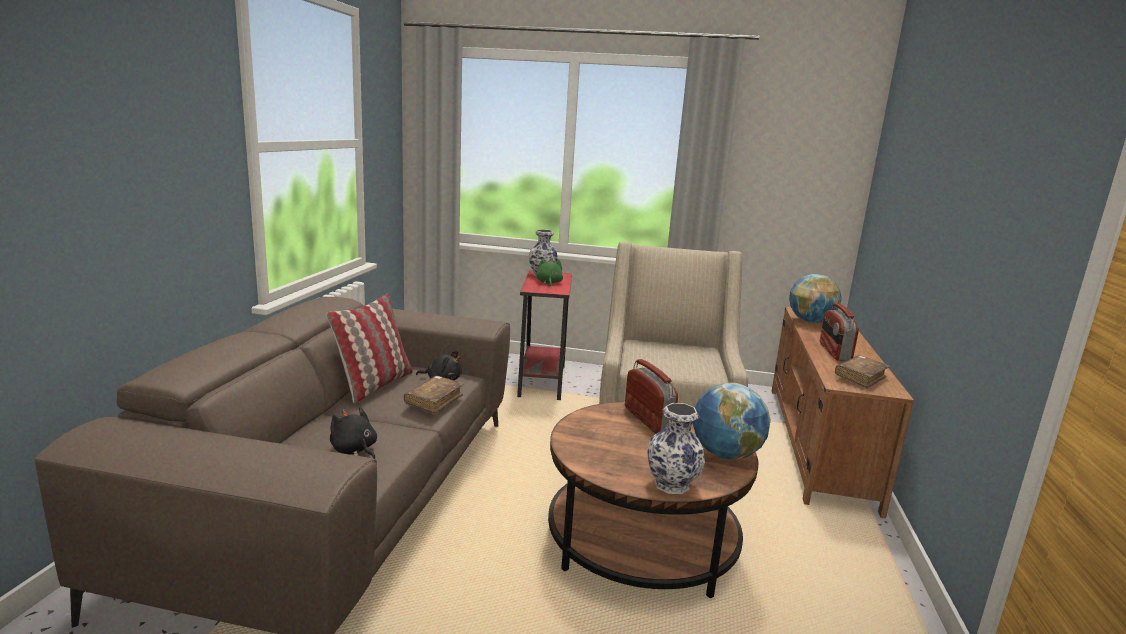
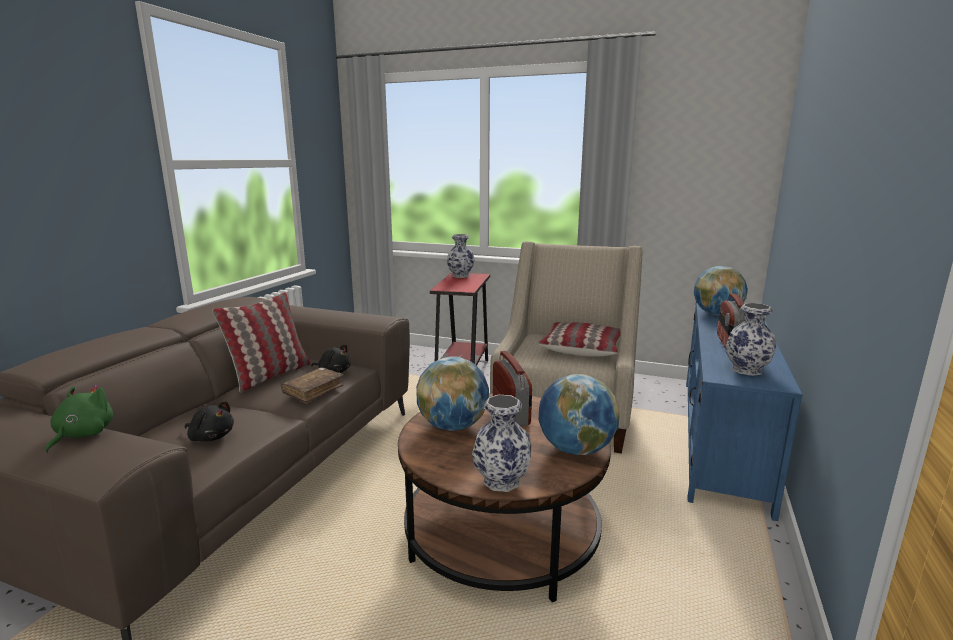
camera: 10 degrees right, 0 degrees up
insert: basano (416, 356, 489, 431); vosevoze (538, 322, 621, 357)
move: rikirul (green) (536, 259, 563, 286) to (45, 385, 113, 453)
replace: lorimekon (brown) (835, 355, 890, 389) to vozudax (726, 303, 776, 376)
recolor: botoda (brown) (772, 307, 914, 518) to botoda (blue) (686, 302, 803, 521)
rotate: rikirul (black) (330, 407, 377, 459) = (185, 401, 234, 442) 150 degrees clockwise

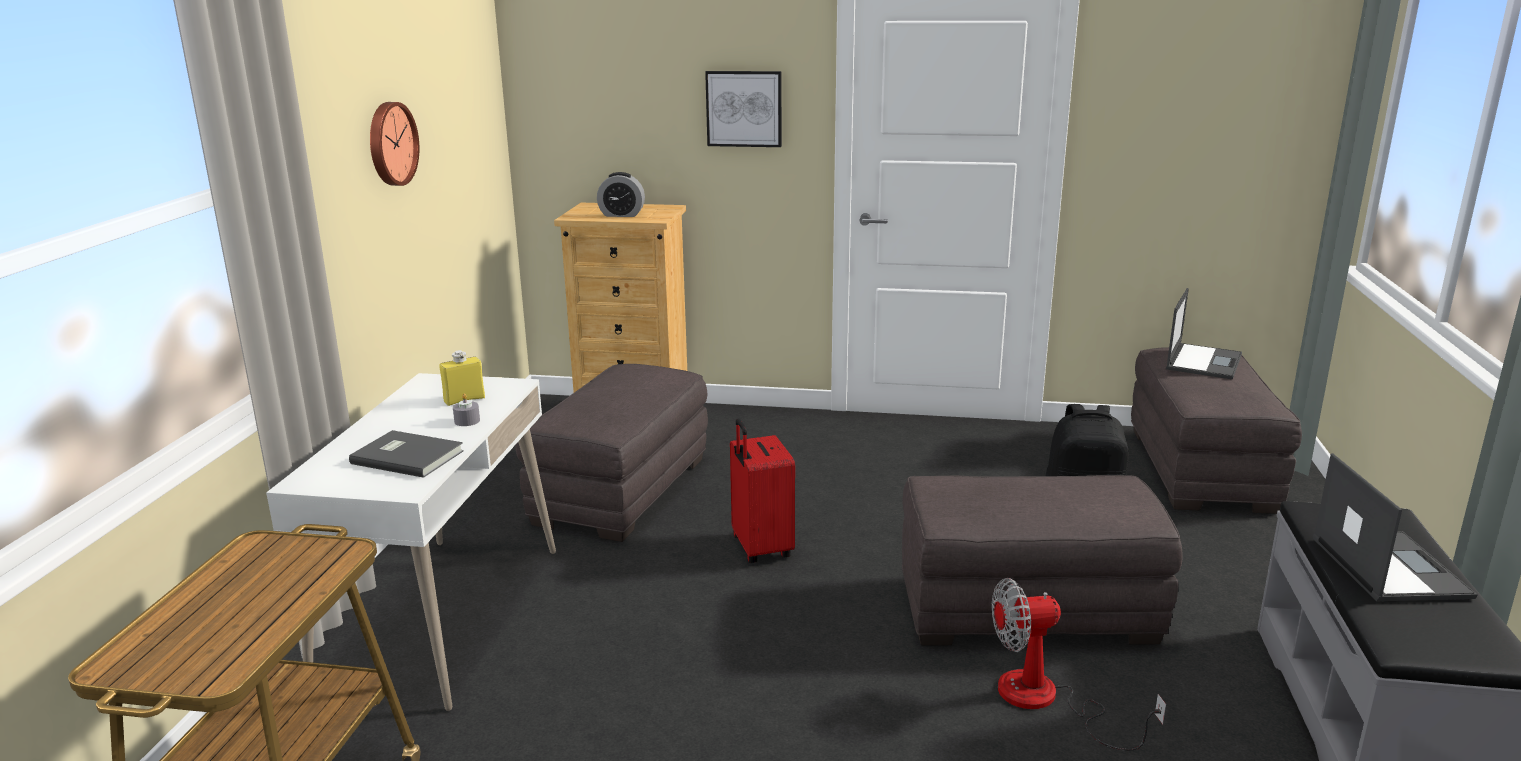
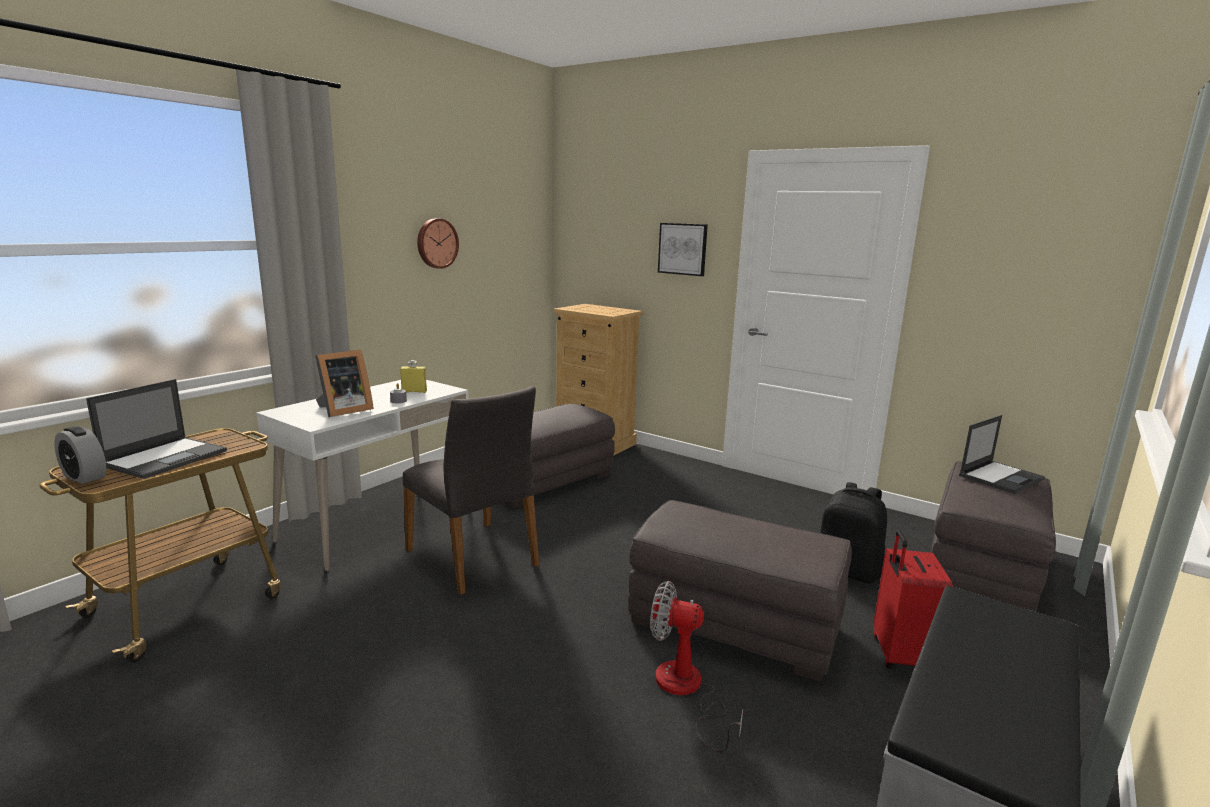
camera: 25 degrees right, 5 degrees down
insert: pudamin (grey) (403, 386, 540, 595)
move: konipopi (597, 172, 645, 217) to (54, 426, 106, 484); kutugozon (1313, 453, 1478, 601) to (86, 379, 227, 479); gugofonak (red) (730, 418, 795, 563) to (873, 530, 953, 669)
replace: lorimekon (grey) (349, 430, 464, 478) to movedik (315, 350, 374, 417)

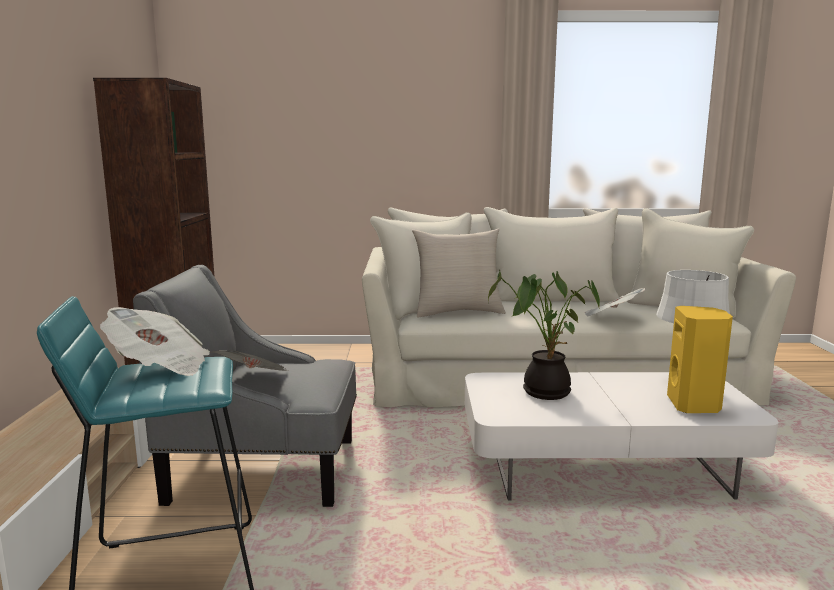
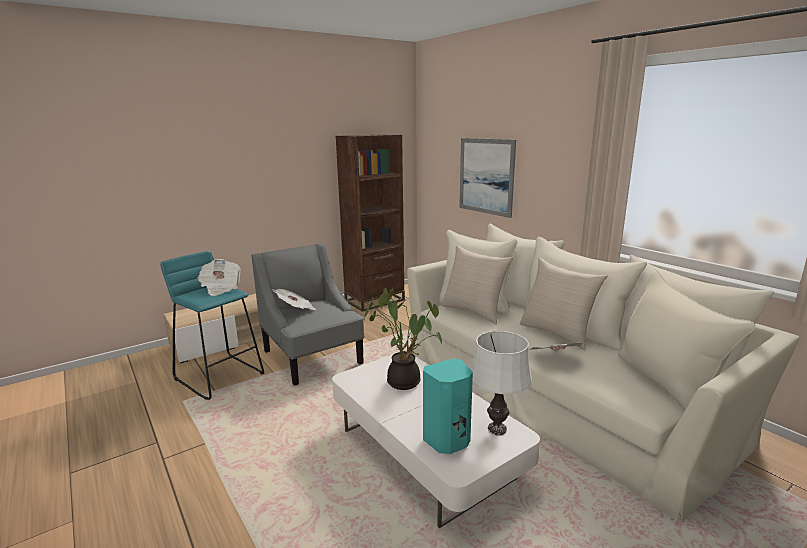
camera: 55 degrees right, 5 degrees up
insert: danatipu (459, 138, 516, 218); vosevoze (beige) (519, 258, 608, 350)
recolor: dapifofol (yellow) (667, 306, 733, 413) to dapifofol (turquoise) (423, 358, 473, 454)

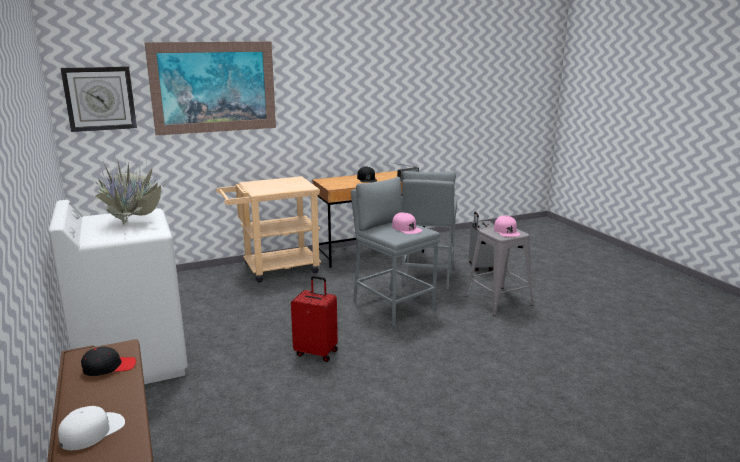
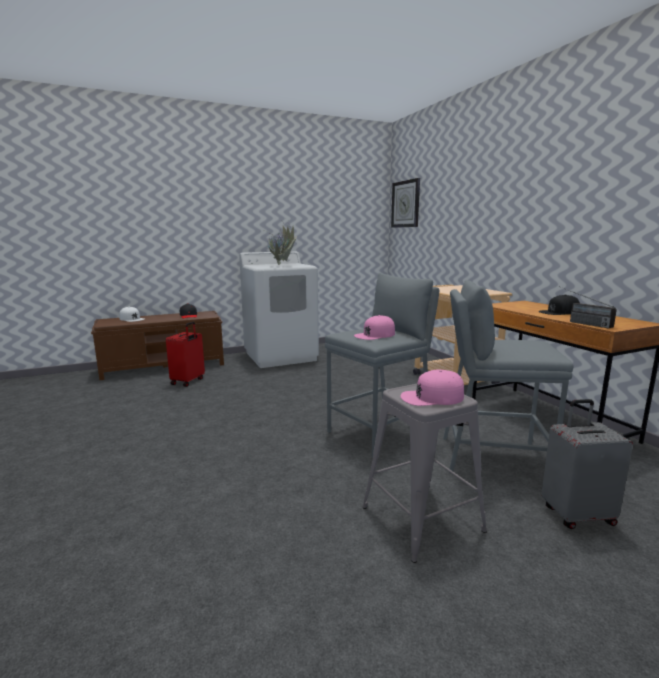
camera: 90 degrees right, 5 degrees down
delete: danatipu (144, 41, 276, 135)
move: gugofonak (red) (291, 276, 338, 362) to (166, 322, 205, 387)

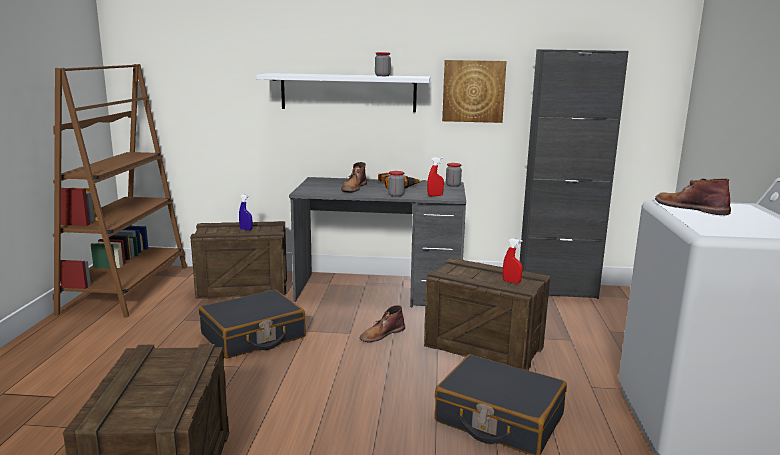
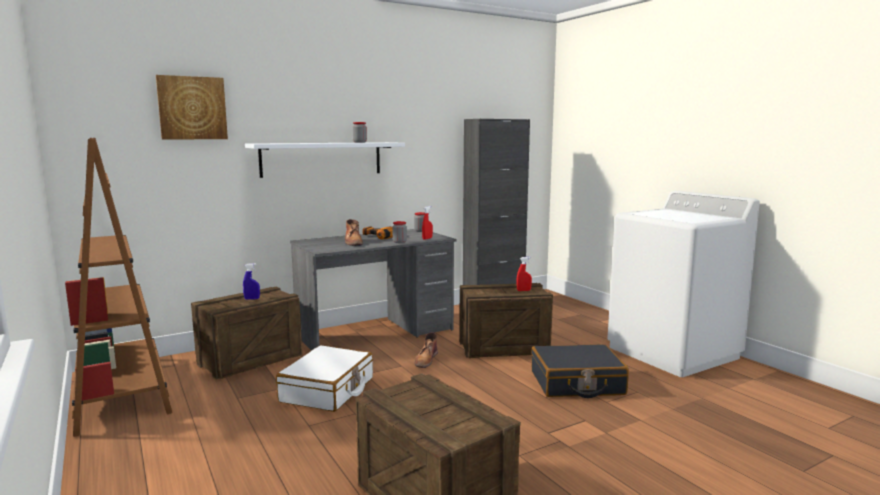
camera: 35 degrees left, 5 degrees down
delete: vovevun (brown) (655, 178, 731, 215)
move: danatipu (442, 60, 507, 123) to (156, 75, 228, 140)
recolor: gugofonak (black) (199, 290, 306, 359) to gugofonak (white) (276, 345, 373, 412)

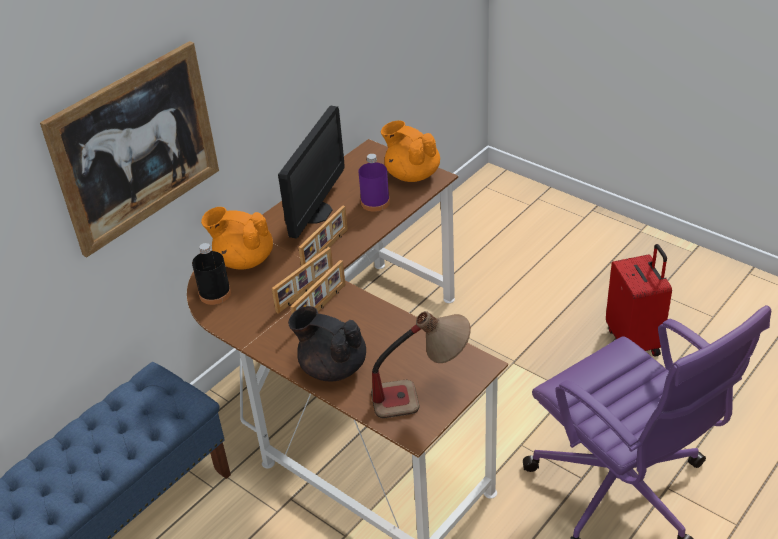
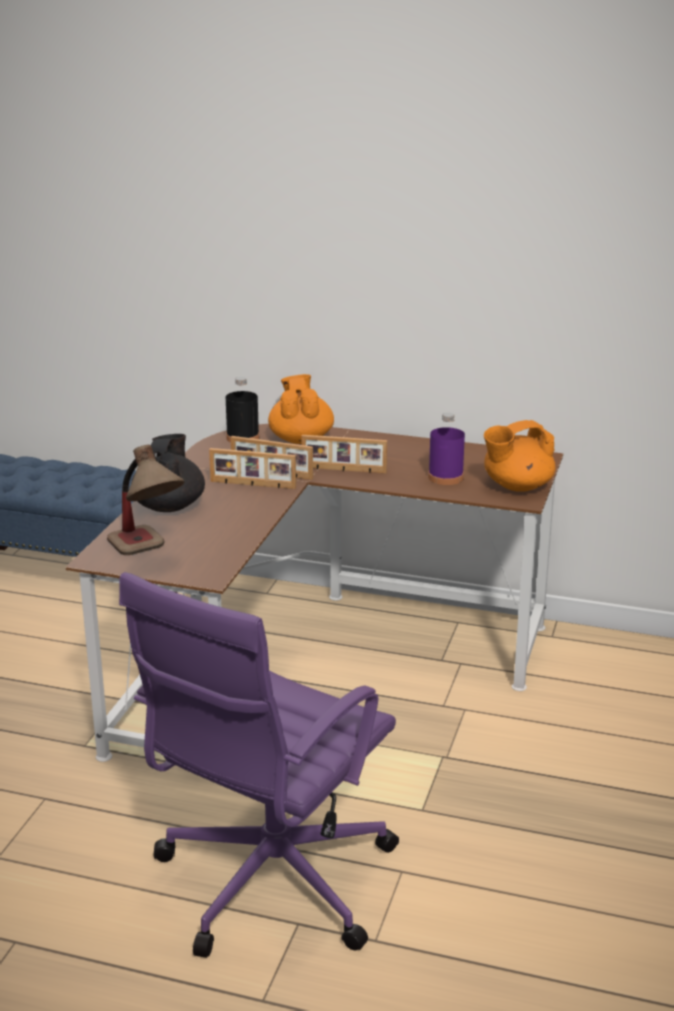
camera: 65 degrees right, 15 degrees down
delete: danatipu (40, 41, 219, 257); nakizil (278, 106, 345, 239); gugofonak (red) (606, 244, 672, 357)
rotate: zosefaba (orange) (381, 120, 440, 182) = (484, 420, 556, 492) 135 degrees counterclockwise

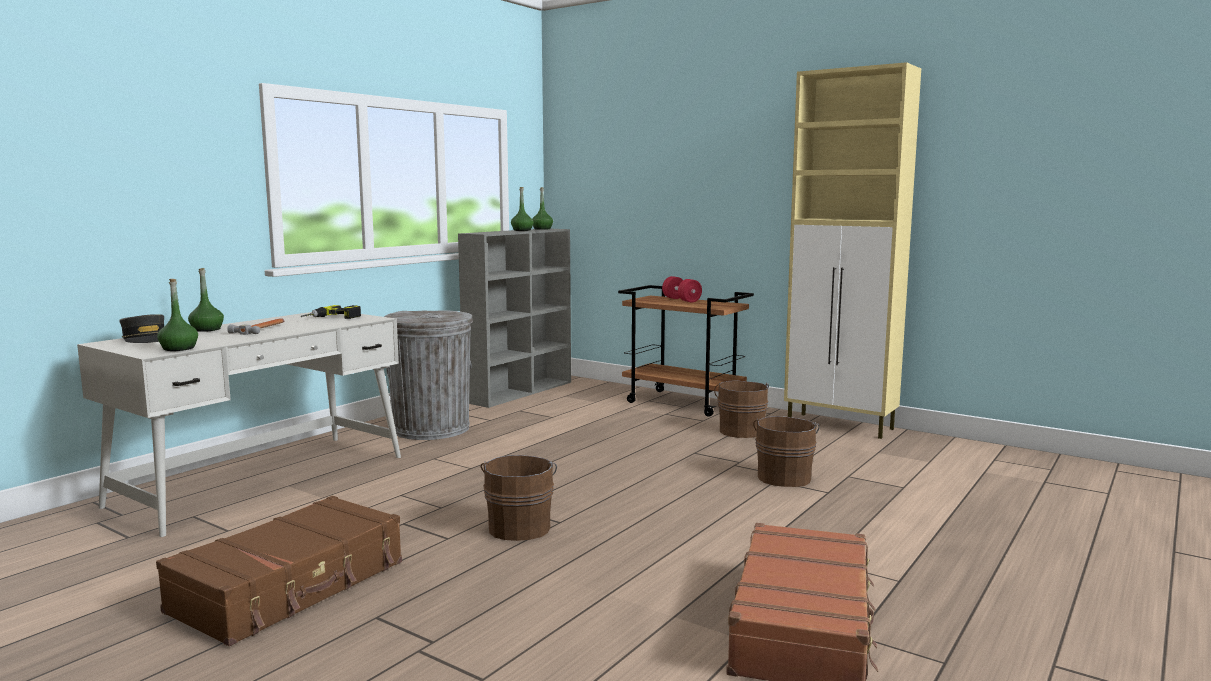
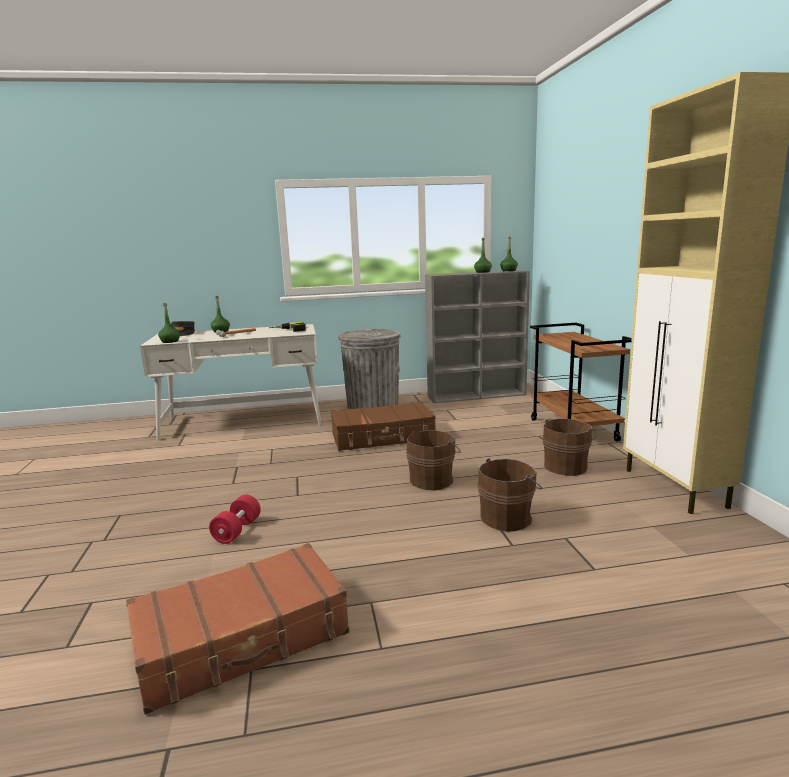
camera: 45 degrees right, 5 degrees up
move: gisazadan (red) (662, 276, 702, 302) to (209, 495, 261, 544); gugofonak (brown) (156, 496, 402, 646) to (331, 401, 435, 451); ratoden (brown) (480, 455, 557, 541) to (406, 430, 461, 490)

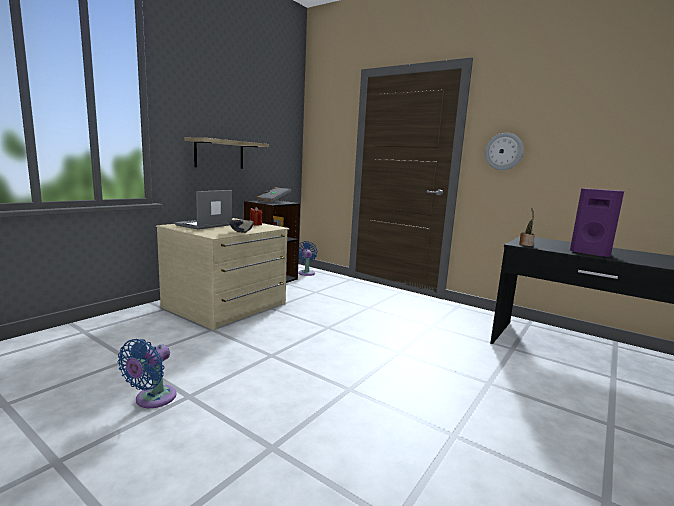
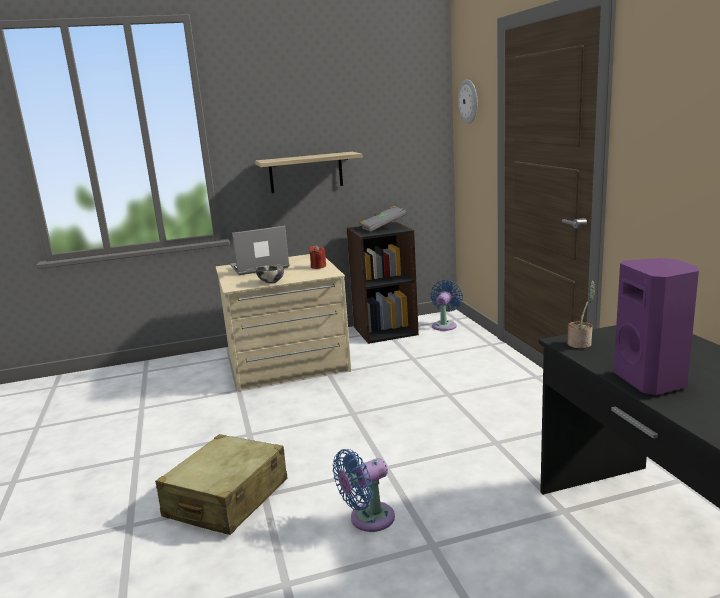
camera: 40 degrees right, 5 degrees up
insert: gugofonak (beige) (155, 434, 288, 535)
move: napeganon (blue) (118, 339, 177, 408) to (333, 449, 395, 532); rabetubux (485, 133, 524, 170) to (458, 79, 478, 124)

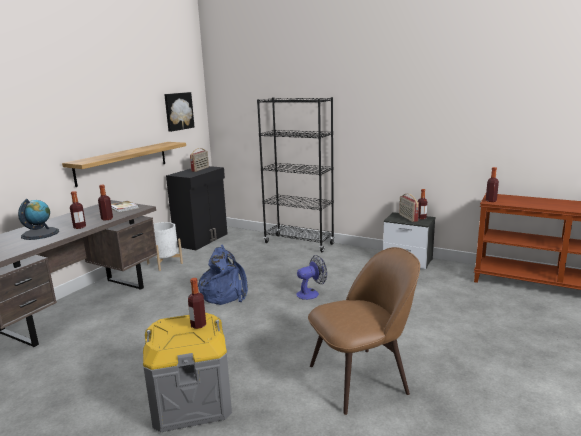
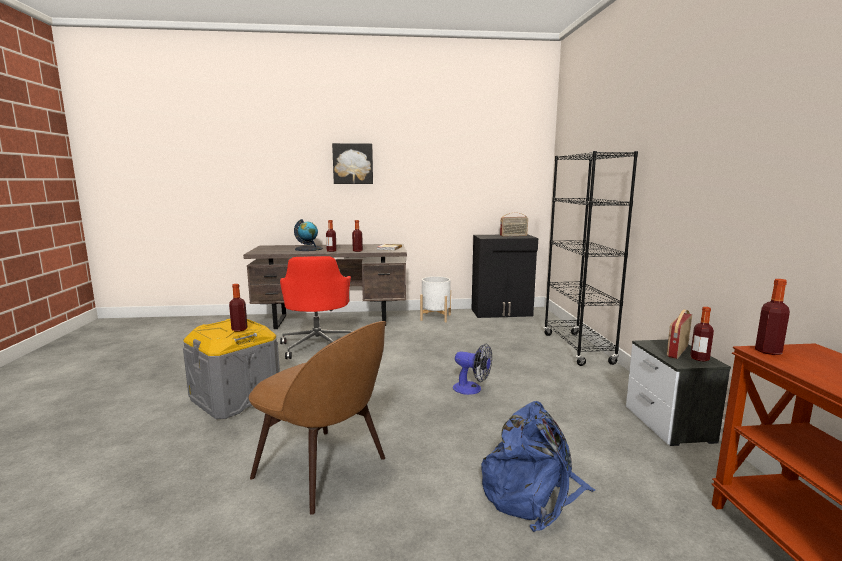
camera: 55 degrees right, 5 degrees down
delete: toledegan (62, 142, 186, 187)
insert: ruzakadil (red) (280, 256, 353, 359)
move: danatipu (164, 92, 194, 132) to (332, 143, 373, 184); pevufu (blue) (198, 244, 248, 305) to (481, 401, 595, 532)

